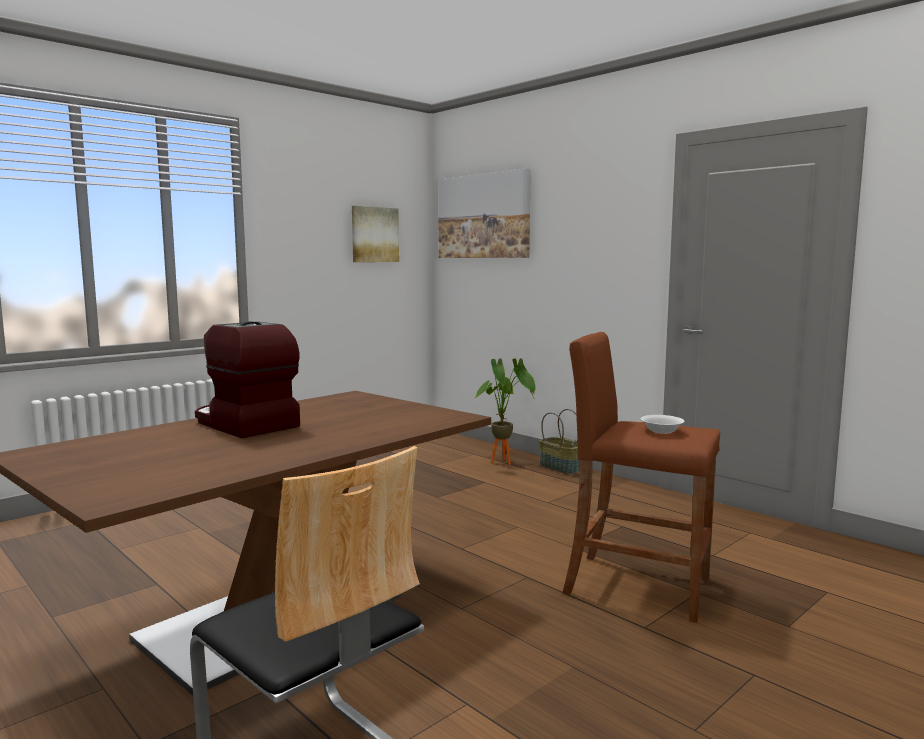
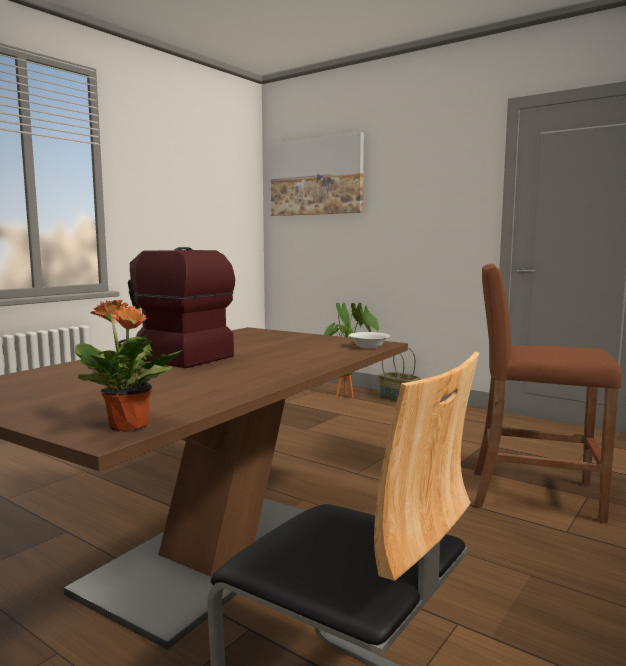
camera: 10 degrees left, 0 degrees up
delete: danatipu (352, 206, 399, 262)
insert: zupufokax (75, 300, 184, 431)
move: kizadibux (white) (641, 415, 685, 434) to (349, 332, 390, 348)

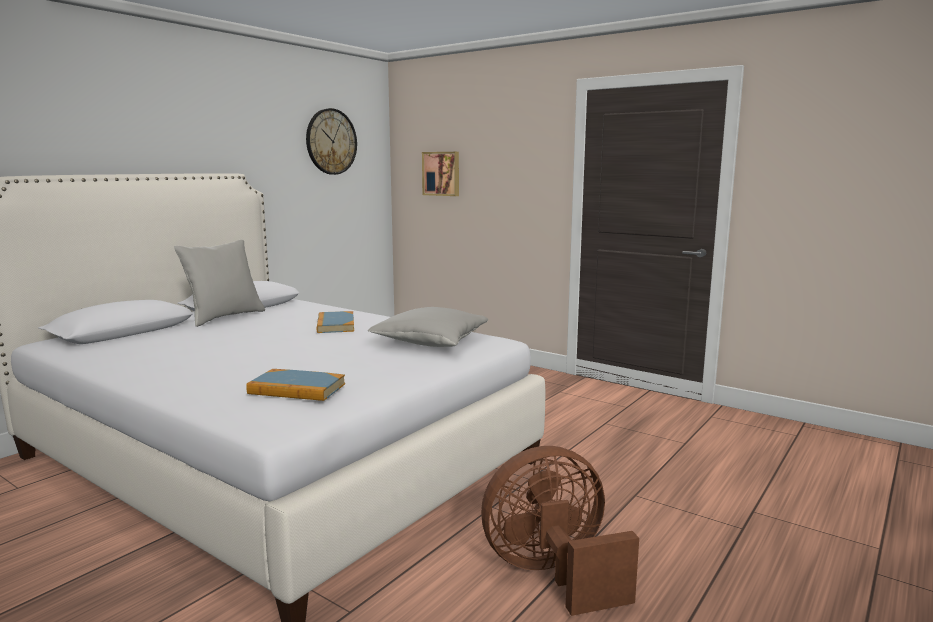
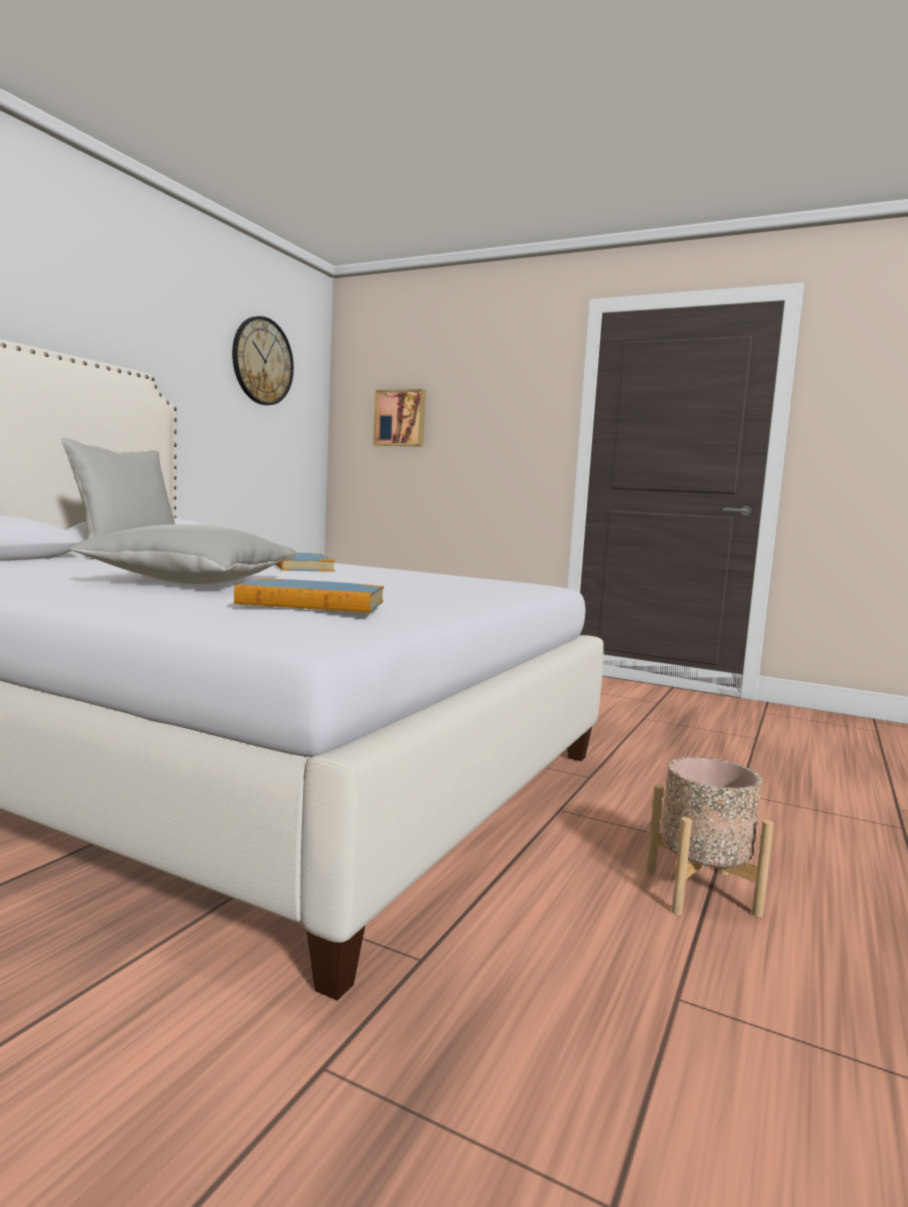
camera: 10 degrees left, 5 degrees down
move: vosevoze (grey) (368, 307, 488, 347) to (68, 524, 297, 584)
replace: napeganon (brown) (481, 446, 639, 616) to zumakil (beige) (646, 757, 774, 917)

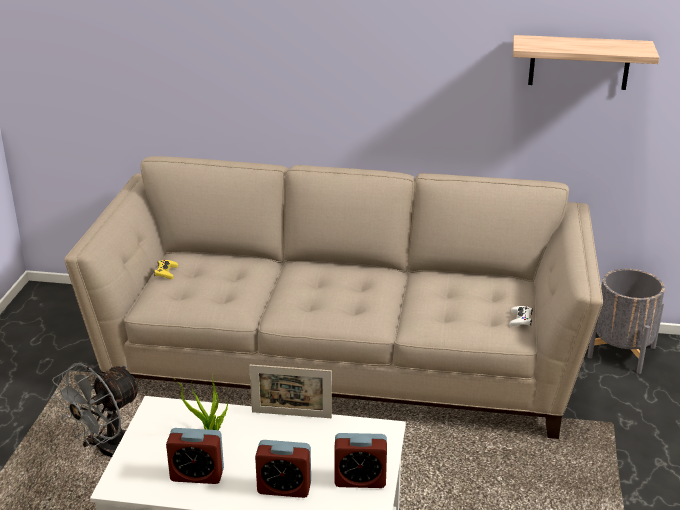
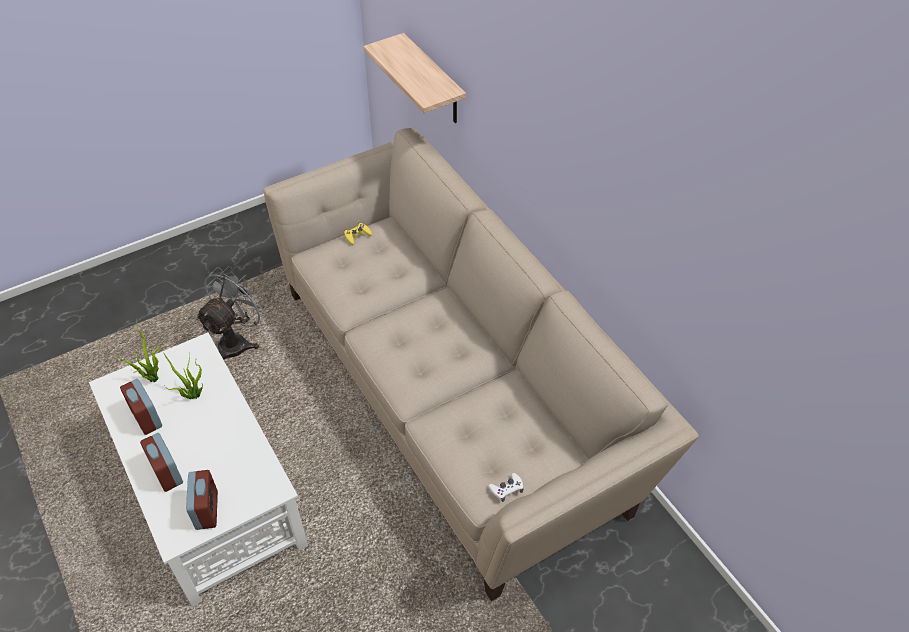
camera: 50 degrees right, 20 degrees up
delete: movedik (249, 365, 332, 418); zumakil (grey) (587, 269, 665, 374)
insert: zupufokax (116, 320, 161, 382)
move: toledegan (513, 35, 660, 90) to (363, 33, 466, 123)
rotate: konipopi (334, 433, 387, 488) = (186, 470, 218, 530) 150 degrees counterclockwise; napeganon (grey) (52, 363, 141, 457) = (196, 266, 268, 360) 120 degrees clockwise

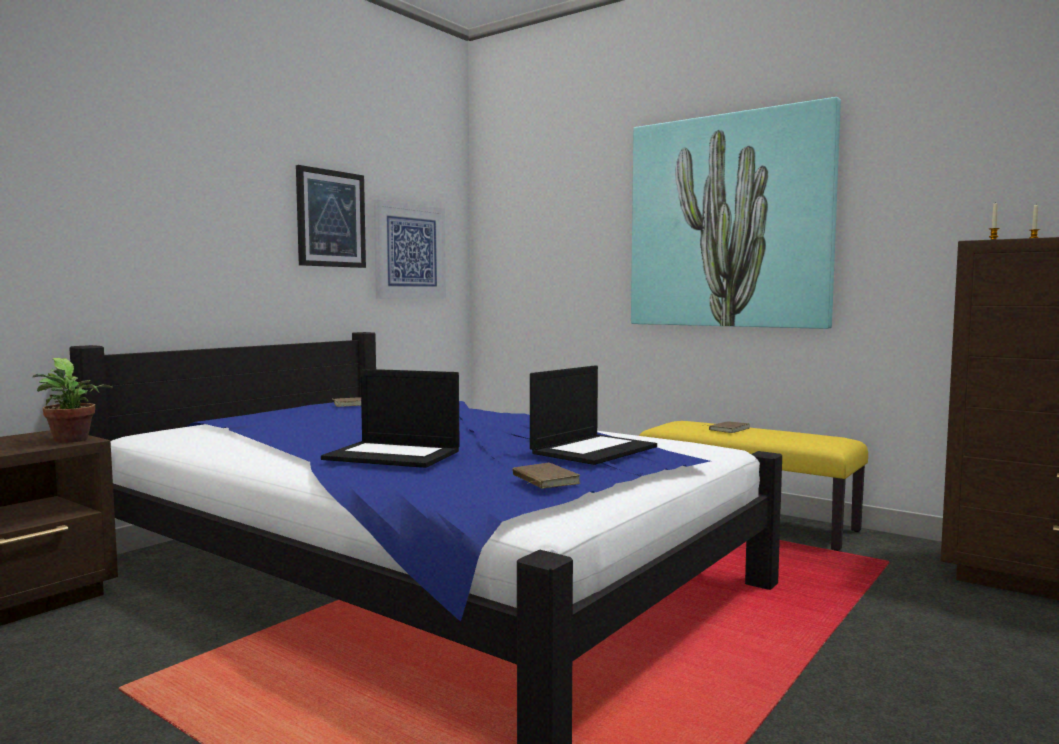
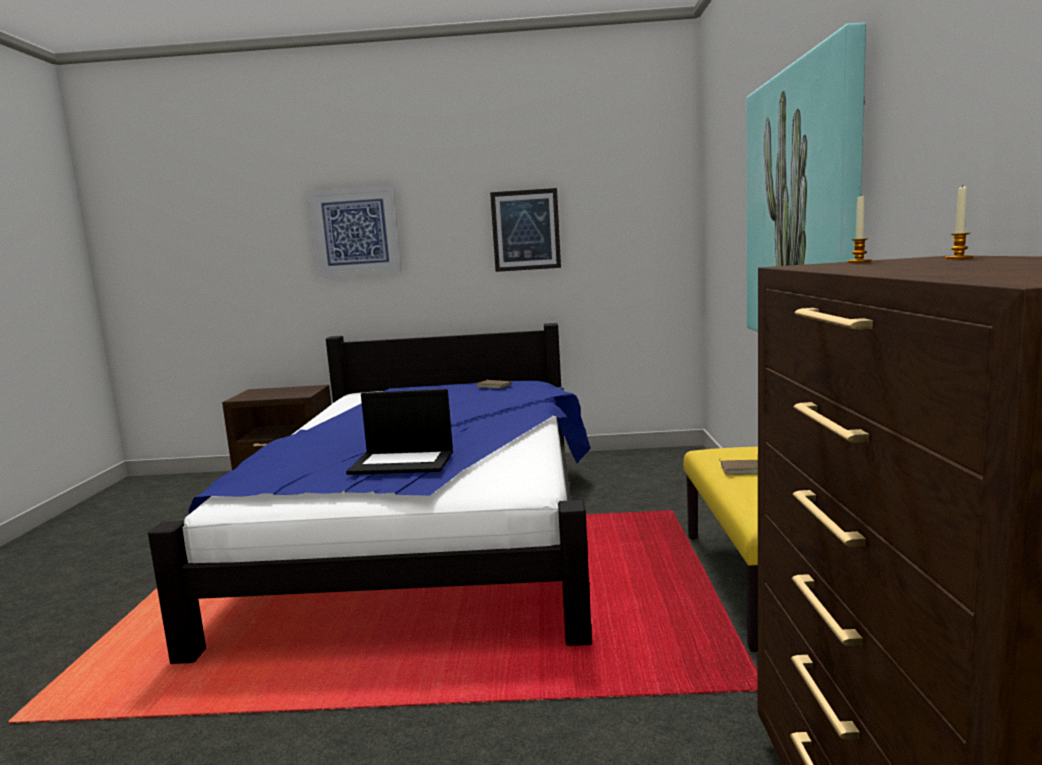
camera: 55 degrees right, 5 degrees up
delete: zupufokax (33, 358, 113, 443); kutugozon (321, 369, 460, 468); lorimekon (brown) (512, 463, 580, 489)
move: danatipu (374, 200, 446, 299) to (308, 185, 402, 278)

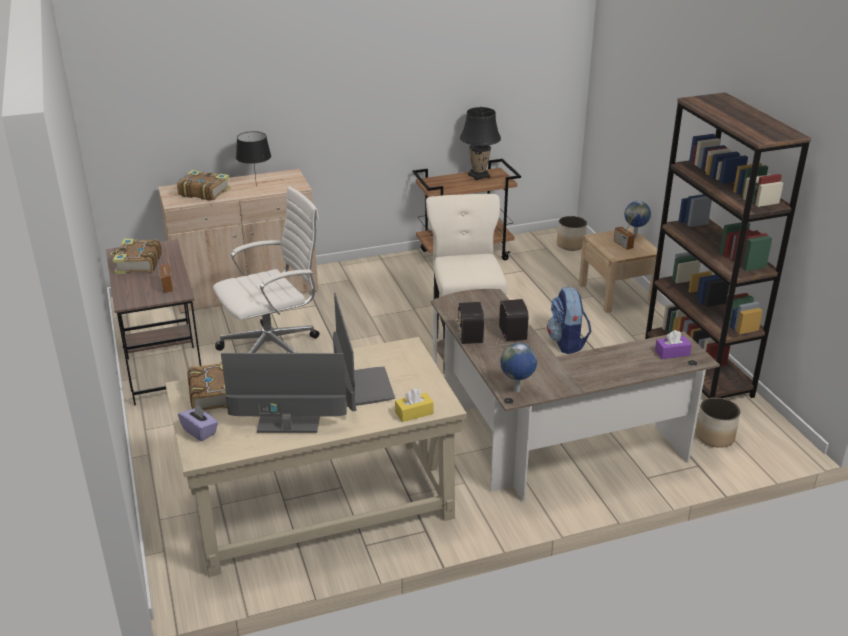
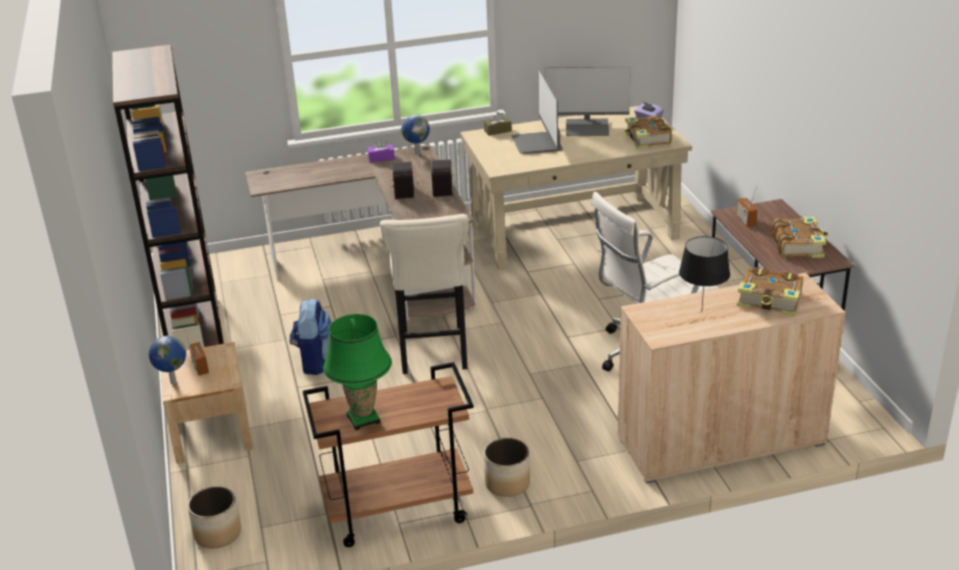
camera: 175 degrees left, 0 degrees up
move: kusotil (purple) (655, 330, 692, 359) to (368, 139, 395, 162); zumakil (695, 397, 740, 448) to (484, 438, 530, 497)
recolor: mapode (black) (460, 107, 501, 181) to mapode (green) (323, 314, 392, 430); kusotil (yellow) (395, 388, 434, 422) to kusotil (brown) (484, 112, 512, 136)

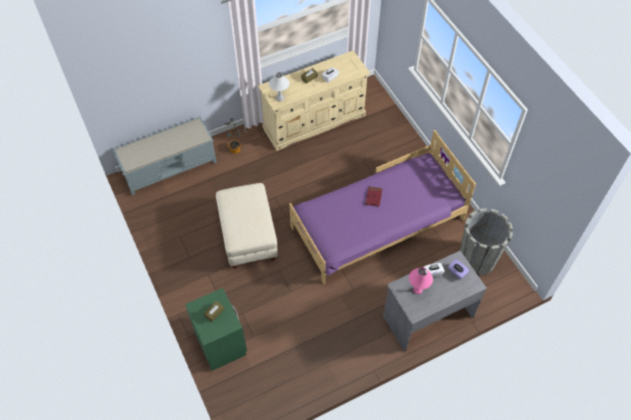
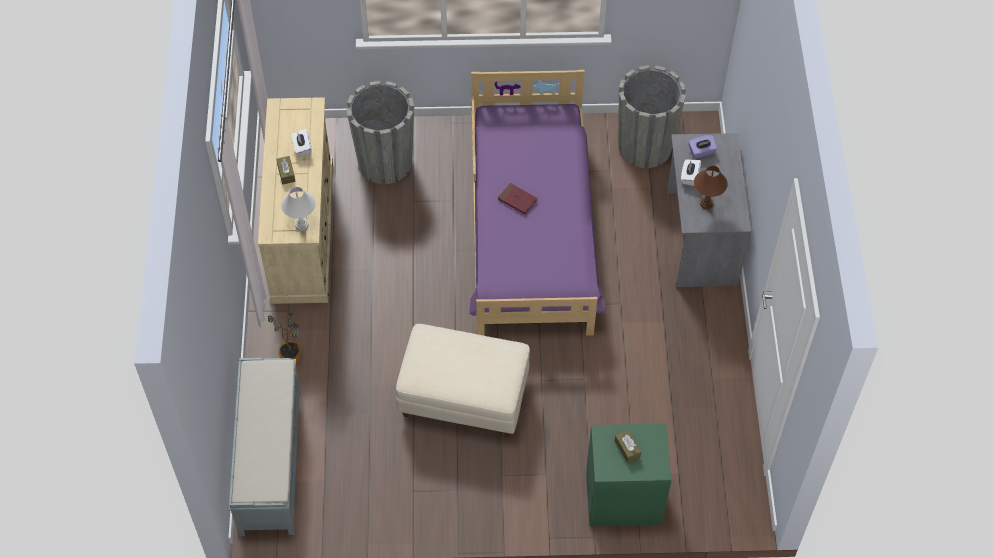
camera: 65 degrees left, 0 degrees up
insert: zumakil (grey) (346, 81, 414, 184)
recolor: mapode (pink) (409, 267, 433, 294) to mapode (brown) (694, 166, 728, 209)

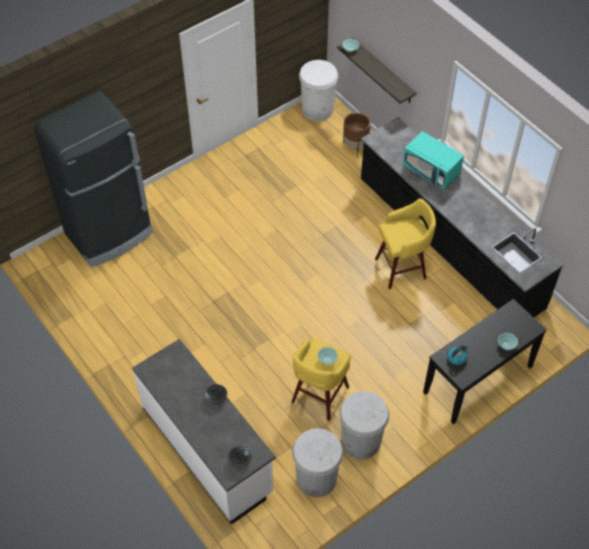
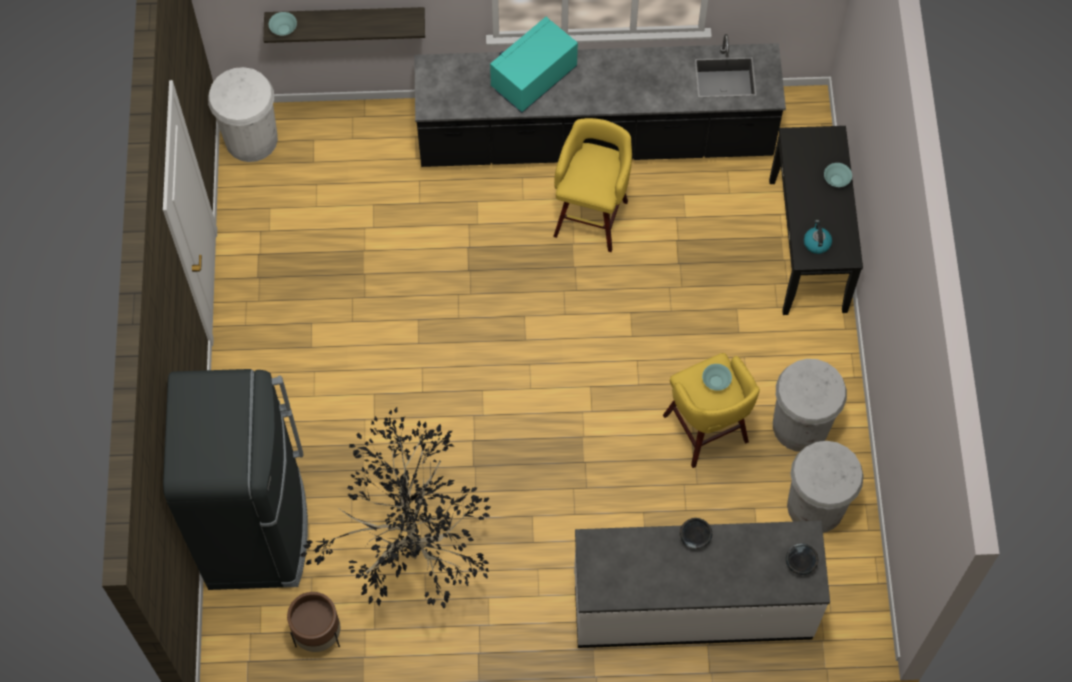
camera: 55 degrees left, 10 degrees up
insert: zupufokax (300, 407, 491, 608)
move: zumakil (brown) (343, 113, 371, 157) to (287, 592, 340, 652)
rotate: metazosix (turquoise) (403, 131, 464, 190) = (490, 17, 578, 113) 150 degrees clockwise

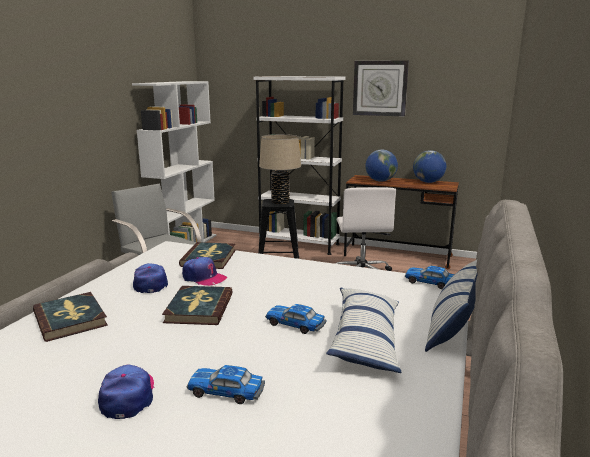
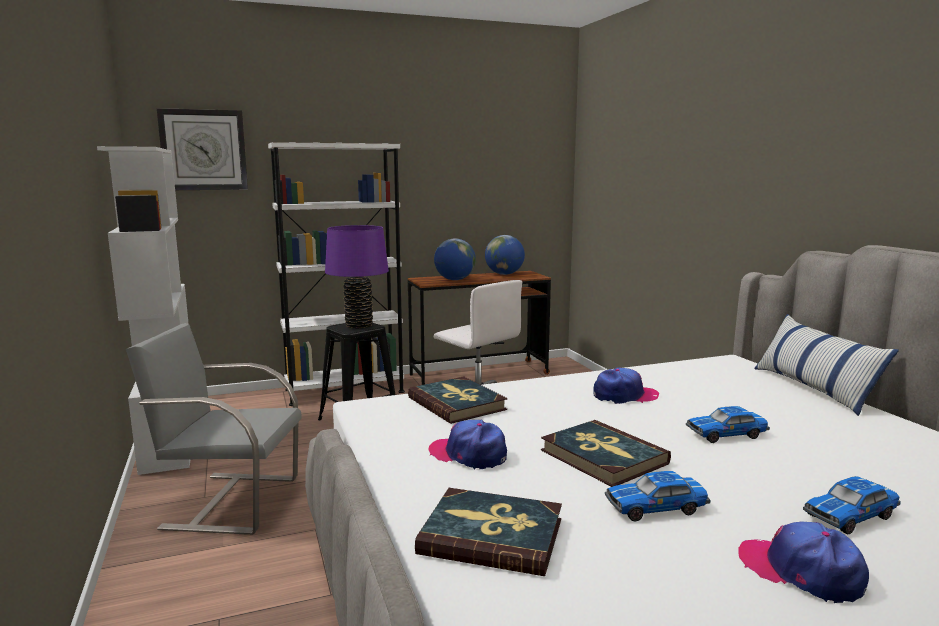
camera: 40 degrees left, 5 degrees down
delete: vosevoze (326, 288, 401, 373)
move: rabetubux (353, 60, 409, 117) to (157, 108, 248, 190); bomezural (182, 257, 227, 286) to (593, 367, 659, 404); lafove (405, 266, 455, 289) to (605, 471, 710, 522)
recolor: mapode (beige) (259, 134, 301, 204) to mapode (purple) (325, 225, 389, 328)

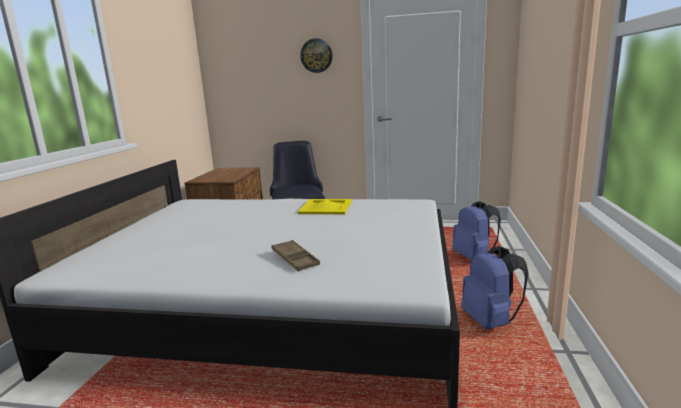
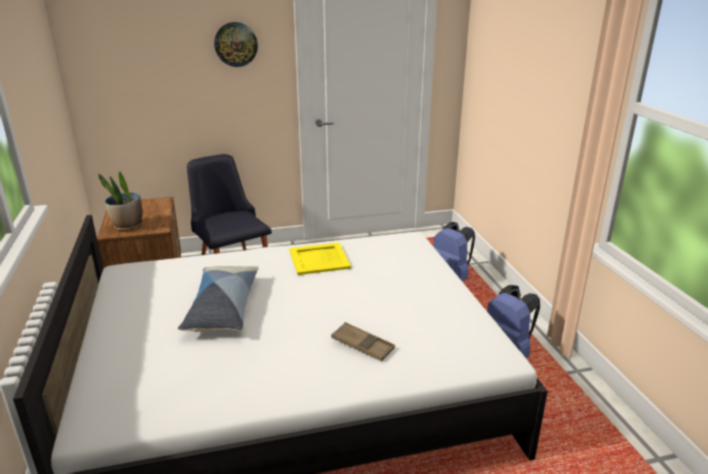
camera: 25 degrees left, 10 degrees up
insert: zupufokax (98, 172, 143, 231); vosevoze (178, 266, 259, 332)

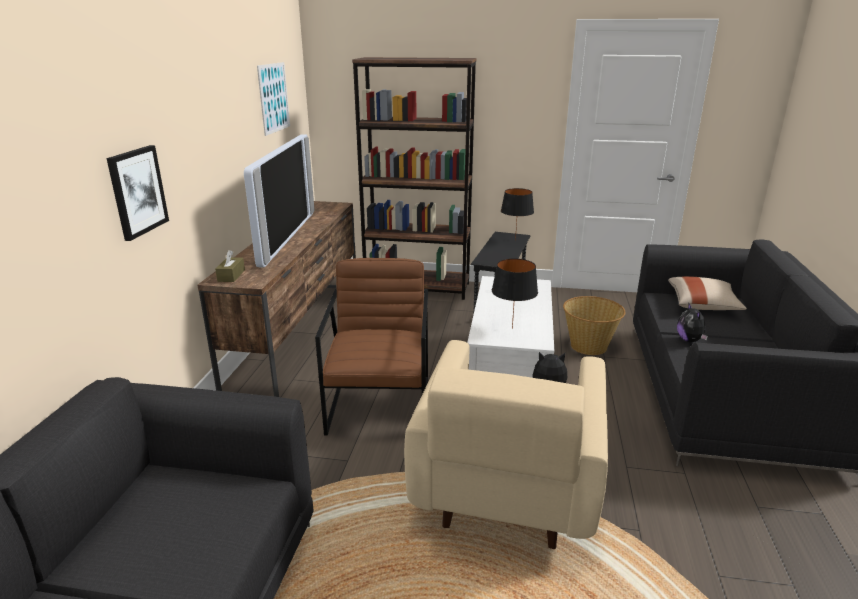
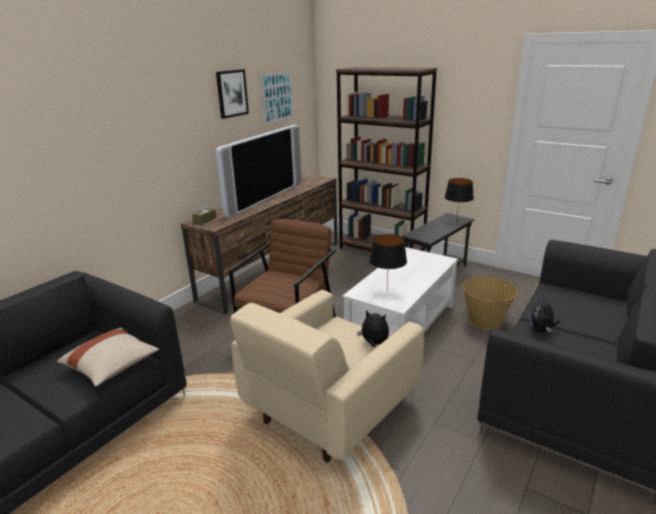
camera: 25 degrees right, 0 degrees up
move: vosevoze (beige) (668, 276, 747, 310) to (57, 328, 159, 387); danatipu (107, 145, 169, 241) to (216, 69, 249, 119)

